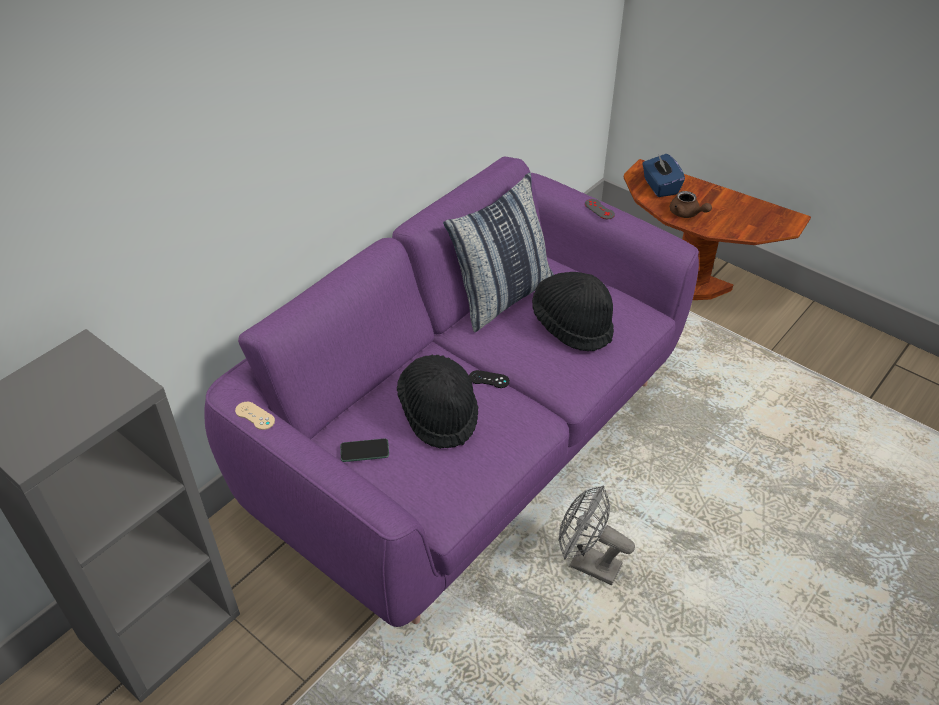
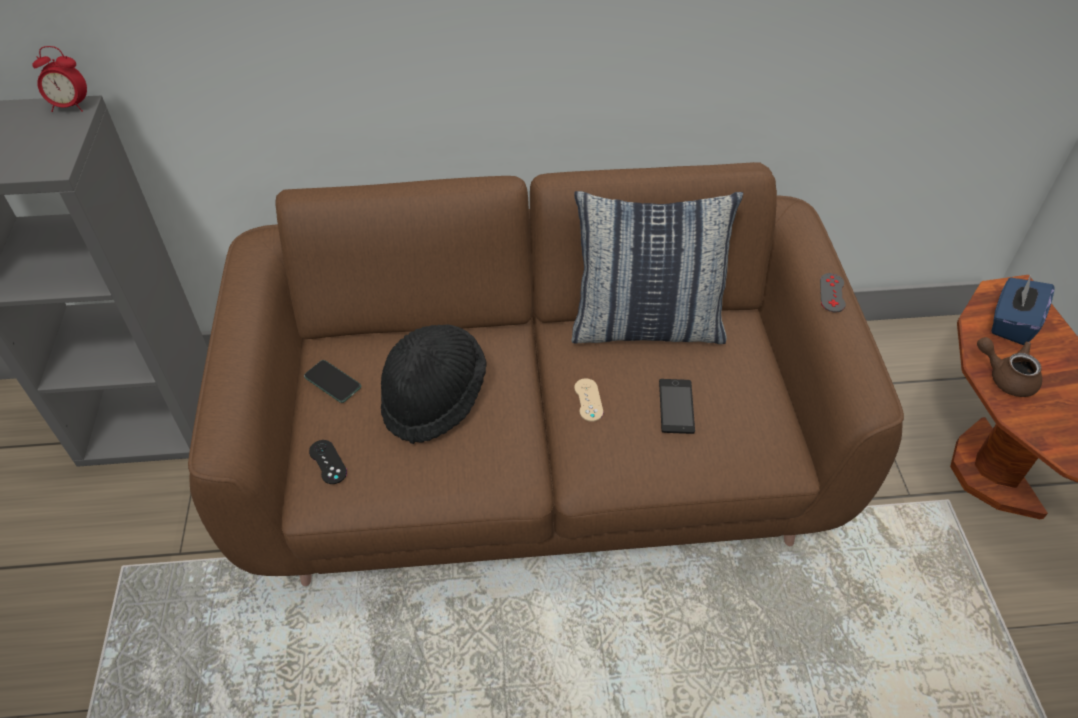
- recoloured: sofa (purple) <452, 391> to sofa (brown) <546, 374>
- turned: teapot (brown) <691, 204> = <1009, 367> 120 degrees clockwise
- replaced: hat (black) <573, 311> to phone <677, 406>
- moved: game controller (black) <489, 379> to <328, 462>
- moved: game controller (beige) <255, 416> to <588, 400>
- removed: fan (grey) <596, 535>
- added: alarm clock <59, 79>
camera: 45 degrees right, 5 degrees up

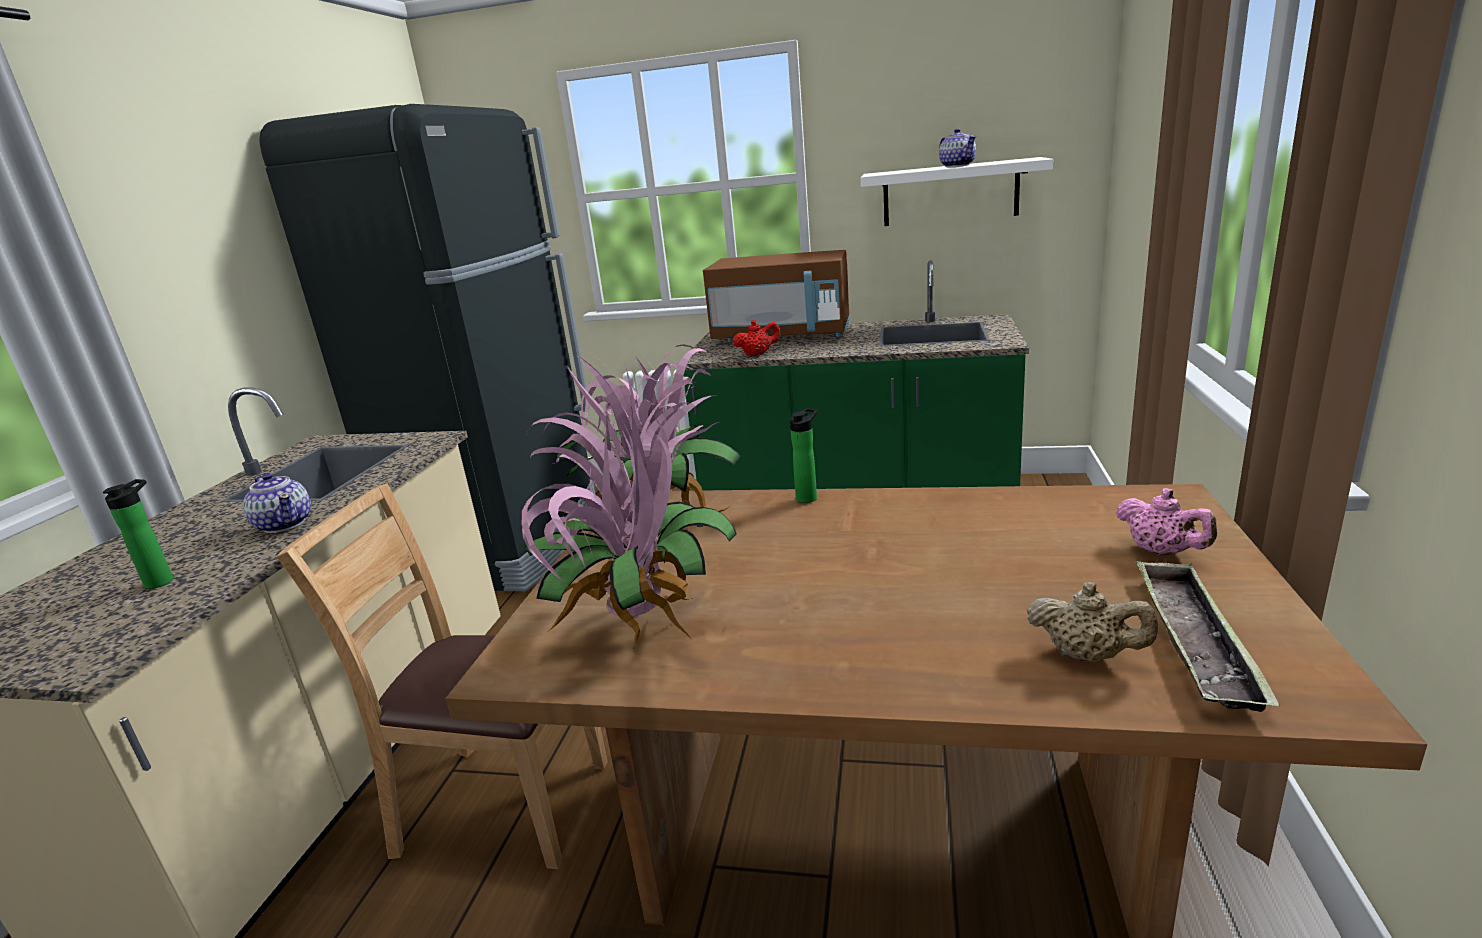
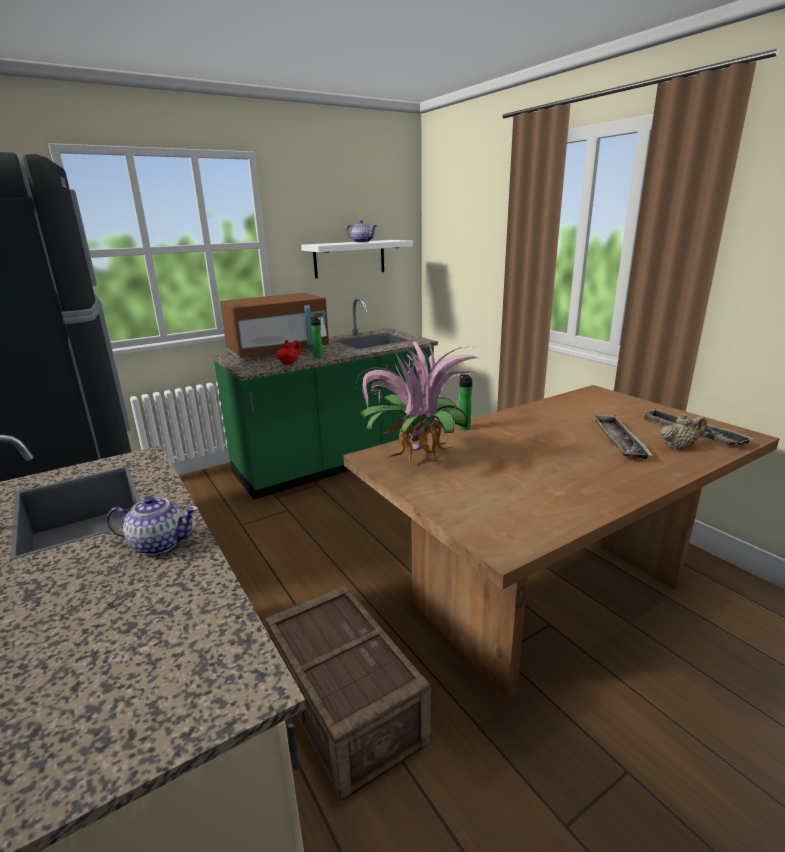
- removed: potted plant <629, 520>
- moved: bottle <138, 534> to <316, 337>
- replaced: chair (brown) <442, 676> to crate <348, 693>
- removed: teapot (pink) <1166, 521>
- added: tray <623, 437>
camera: 45 degrees left, 0 degrees up

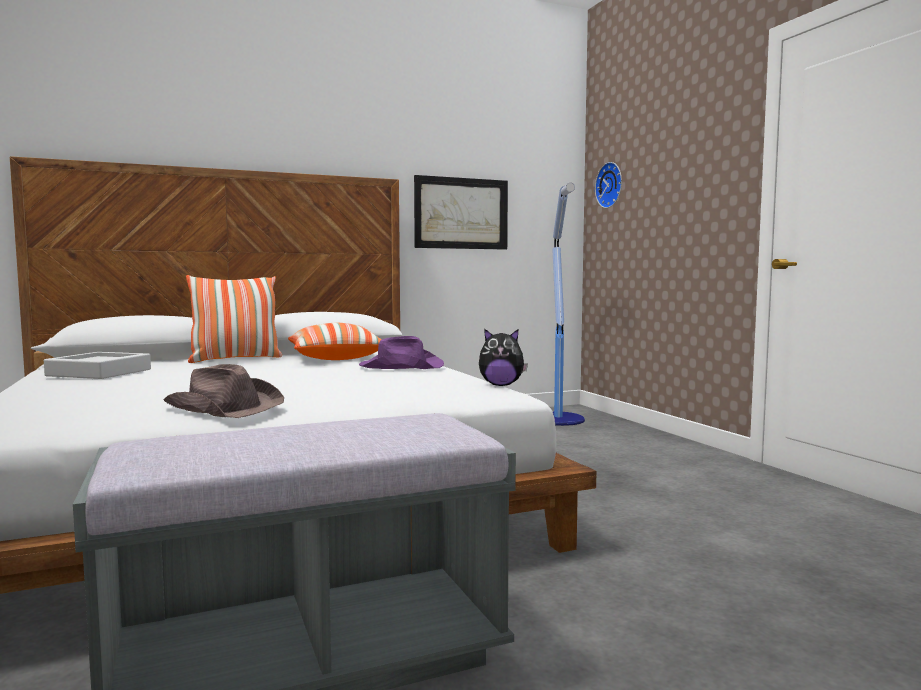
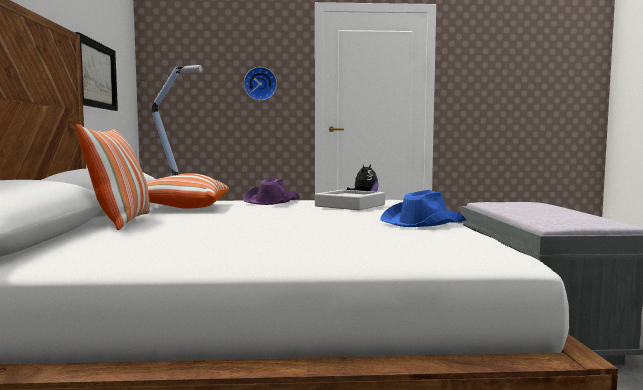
- moved: wall clock <608, 185> to <260, 84>
- moved: tray (grey) <97, 365> to <350, 200>
- recoloured: hat (brown) <224, 391> to hat (blue) <423, 208>
camera: 70 degrees left, 0 degrees up

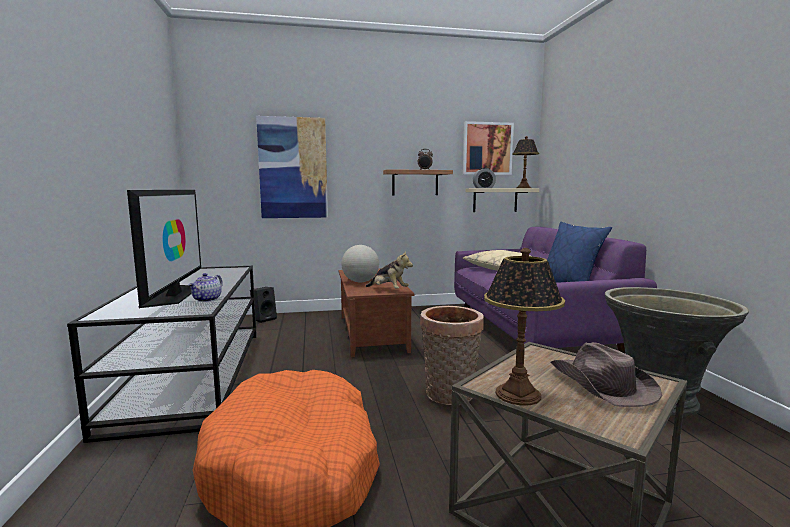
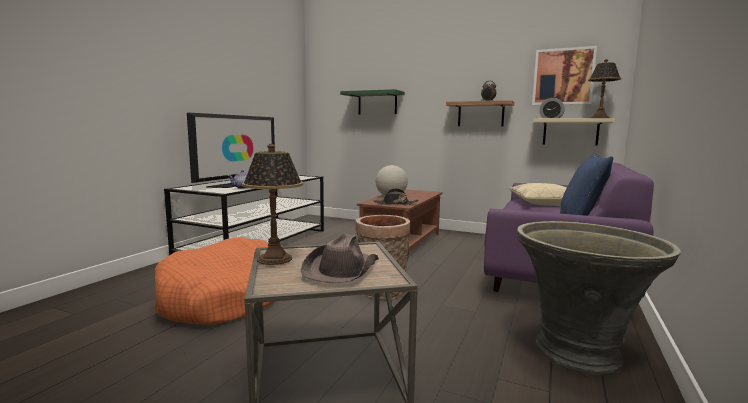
- replaced: picture <292, 167> to shelf (green) <372, 101>
- replaced: plush toy <389, 269> to hat (black) <396, 196>
- removed: speaker (black) <263, 305>
camera: 35 degrees right, 0 degrees up

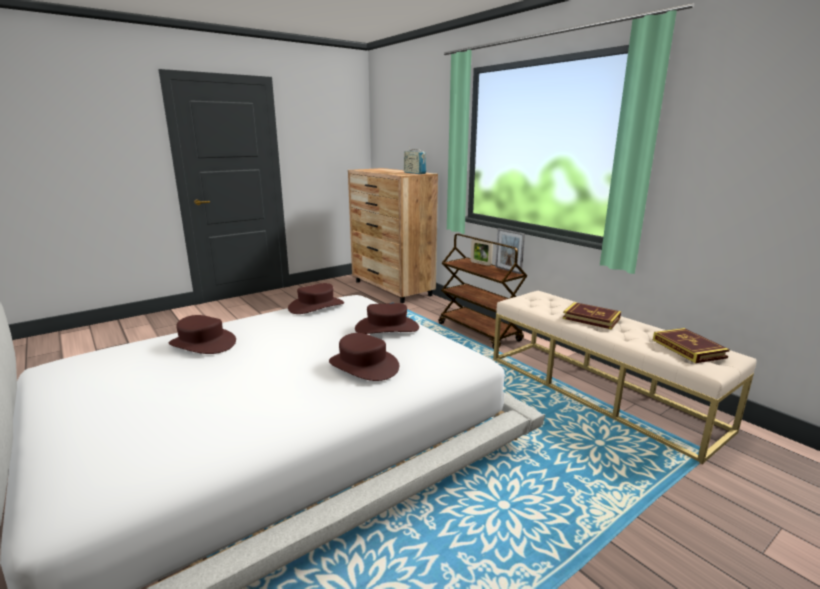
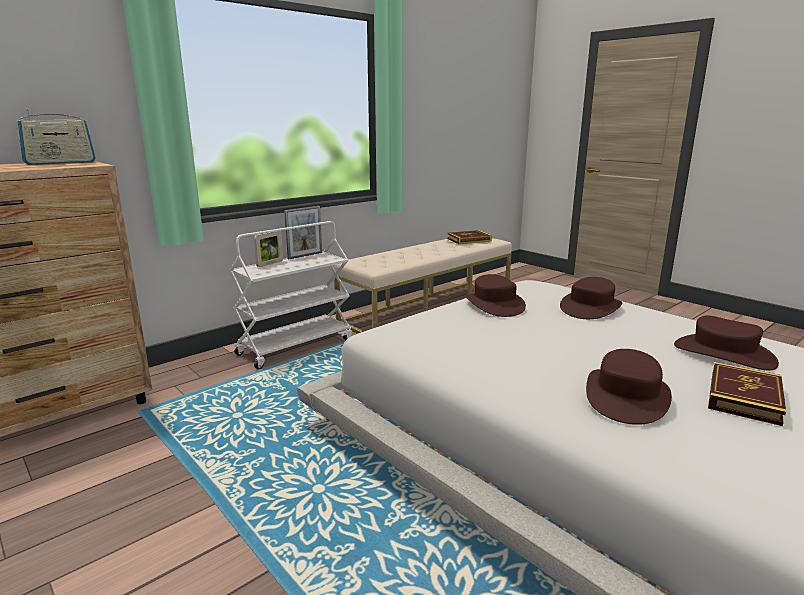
- recoloured: cart (brown) <483, 291> to cart (white) <290, 295>
- moved: hat (brown) <316, 298> to <726, 342>
- moved: book <592, 315> to <747, 394>
camera: 95 degrees left, 0 degrees up

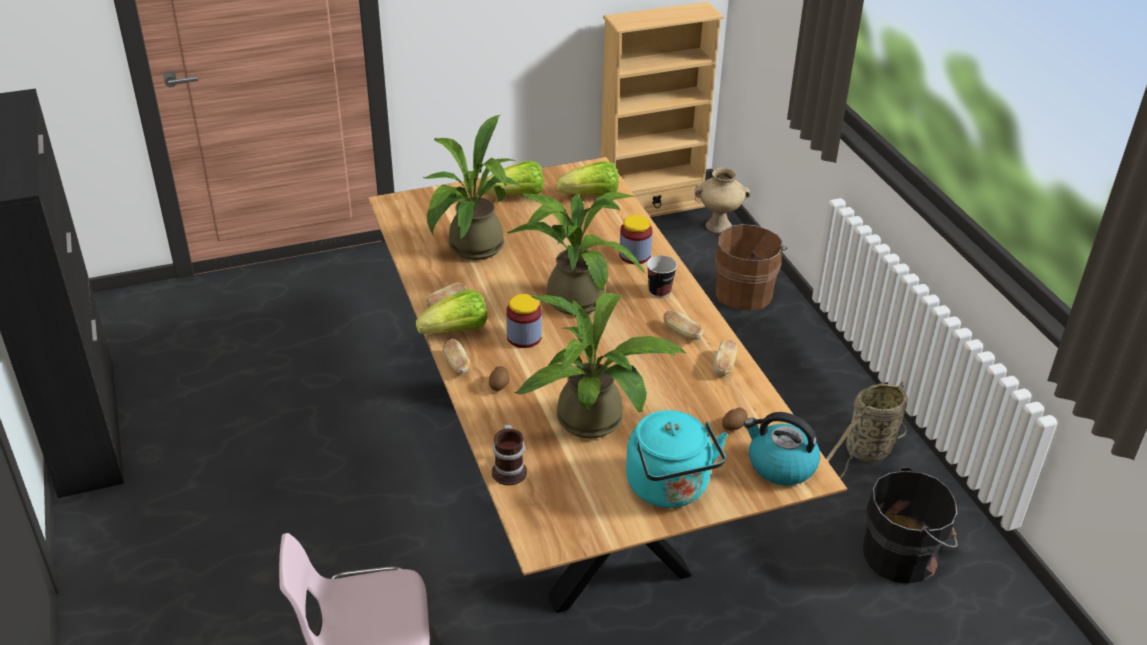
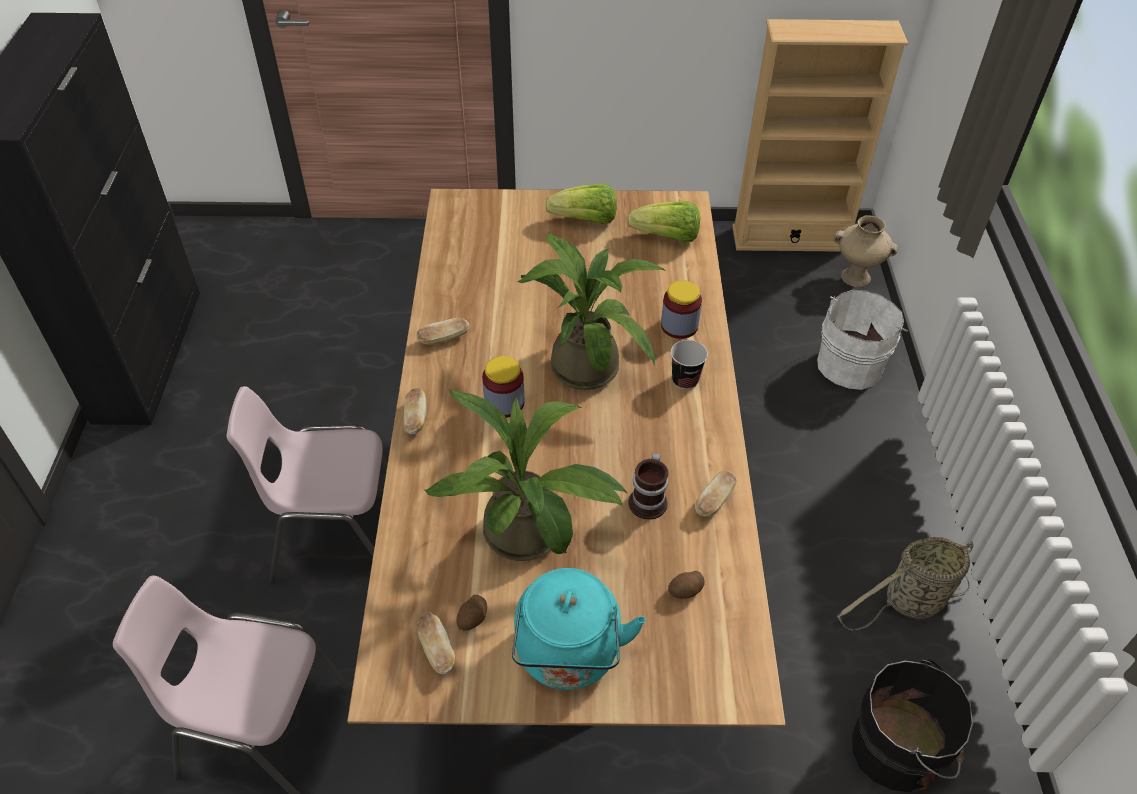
- removed: potted plant <471, 187>
- recoloured: bucket (brown) <751, 267> to bucket (white) <862, 340>
- removed: lettuce <451, 312>
- moved: bread <683, 325> to <436, 643>
- moved: potato <499, 378> to <471, 613>
- removed: kettle <782, 449>
- moved: mug <509, 455> to <648, 486>
- added: chair (pink) <307, 485>
camera: 20 degrees right, 10 degrees up

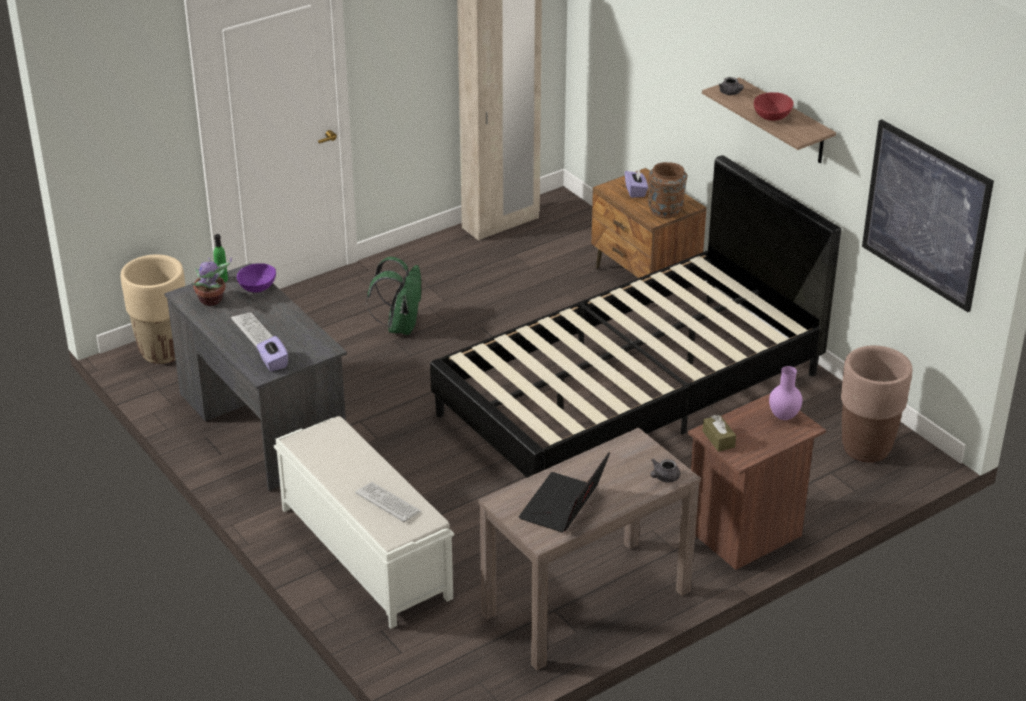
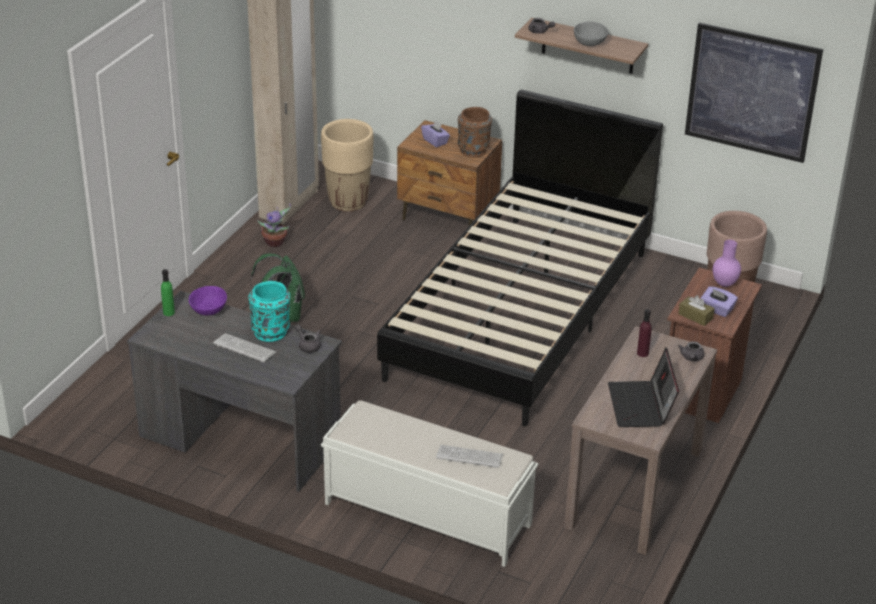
- recoloured: bowl (red) <774, 106> to bowl (grey) <591, 33>
- moved: planter (beige) <153, 309> to <347, 165>
- moved: potted plant <211, 281> to <274, 225>
- moved: tissue box (purple) <272, 354> to <719, 301>
- added: vase (turquoise) <269, 311>
- added: bottle (purple) <644, 333>
- added: teapot (grey) <308, 338>
camera: 30 degrees left, 0 degrees up

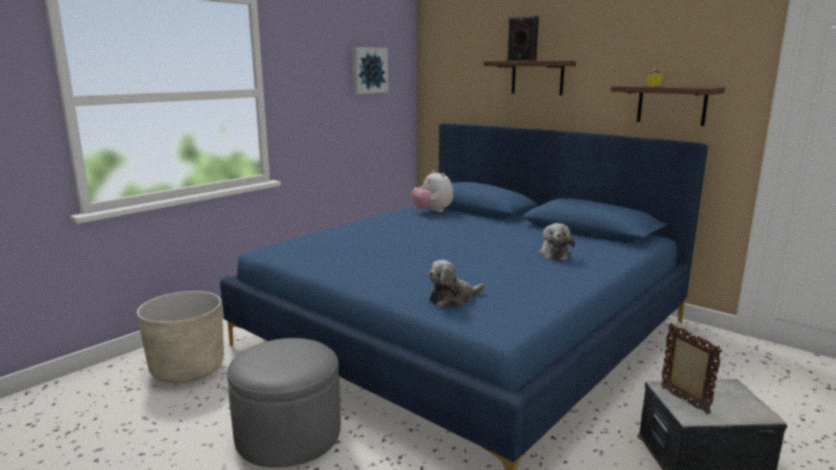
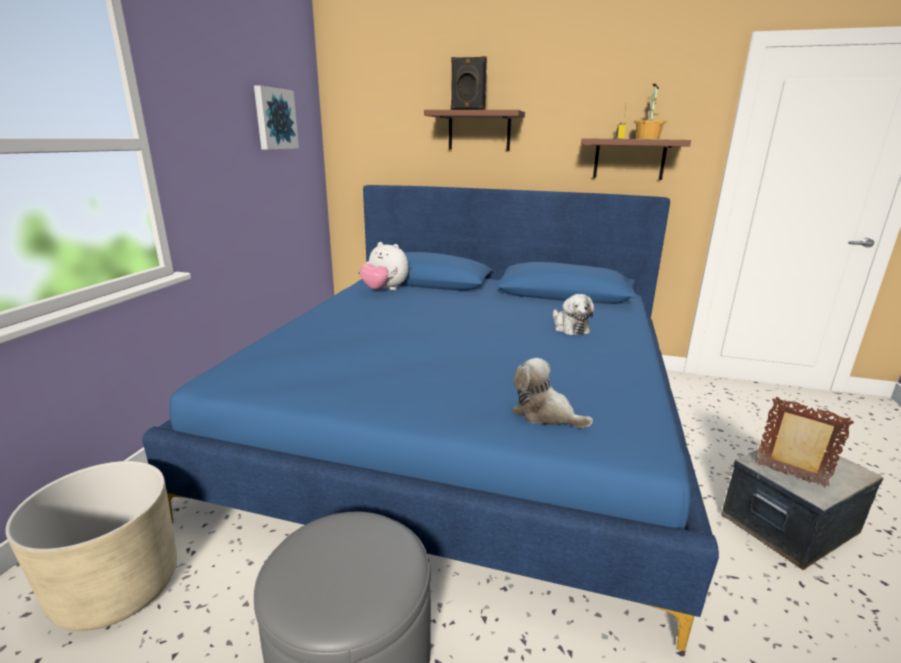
- turned: plush toy <456, 284> = <552, 393> 90 degrees clockwise
- added: potted plant <650, 111>
camera: 25 degrees left, 5 degrees up

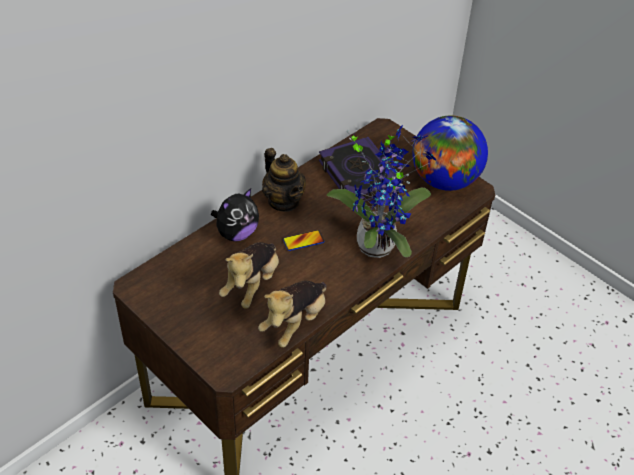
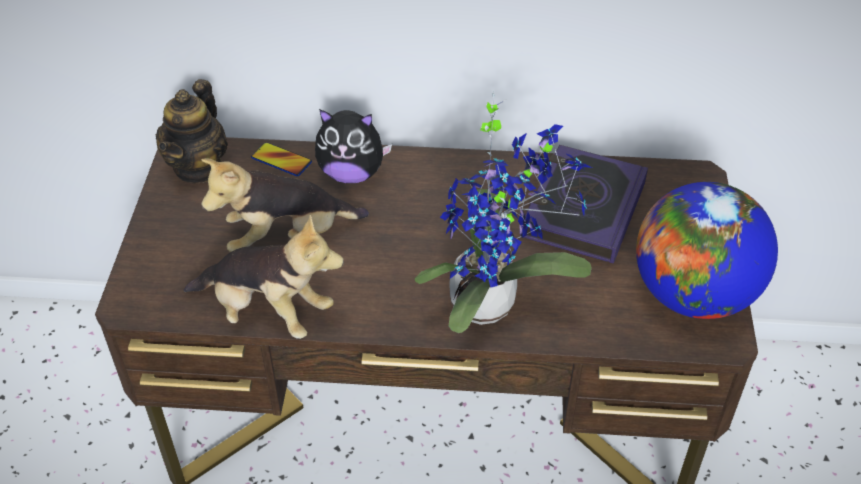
- moved: teapot <284, 180> to <192, 131>
- moved: phone <303, 240> to <281, 159>
- turned: plush toy <292, 314> = <263, 276> 150 degrees counterclockwise
camera: 50 degrees right, 0 degrees up

